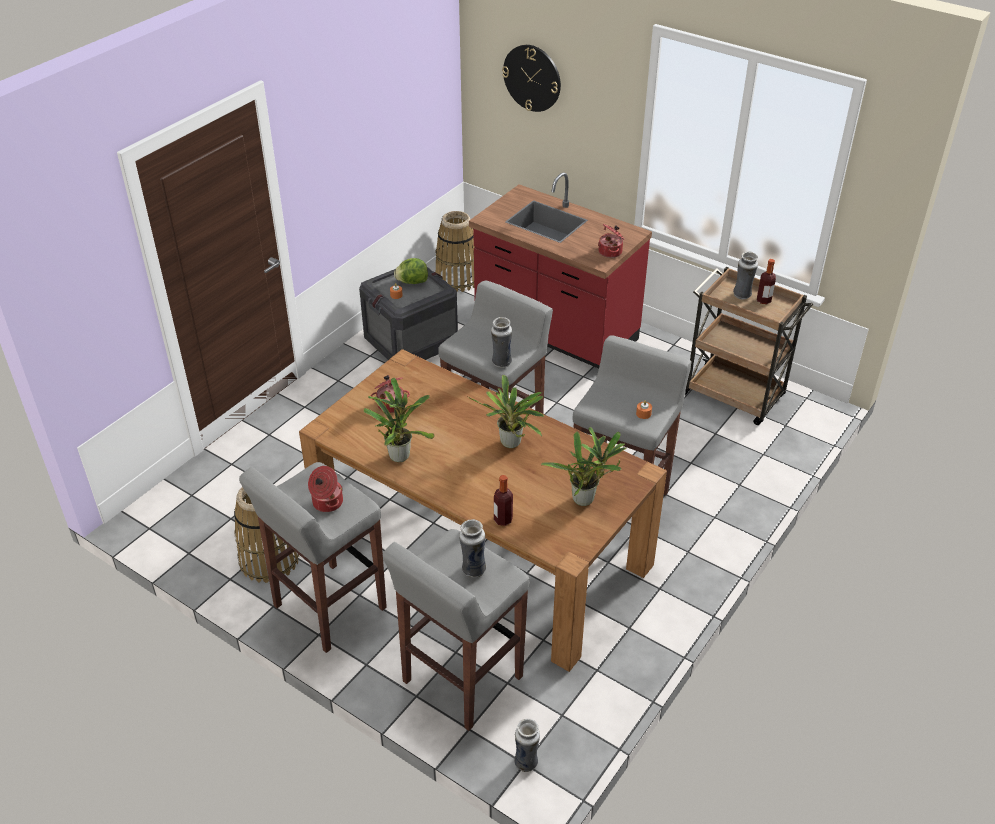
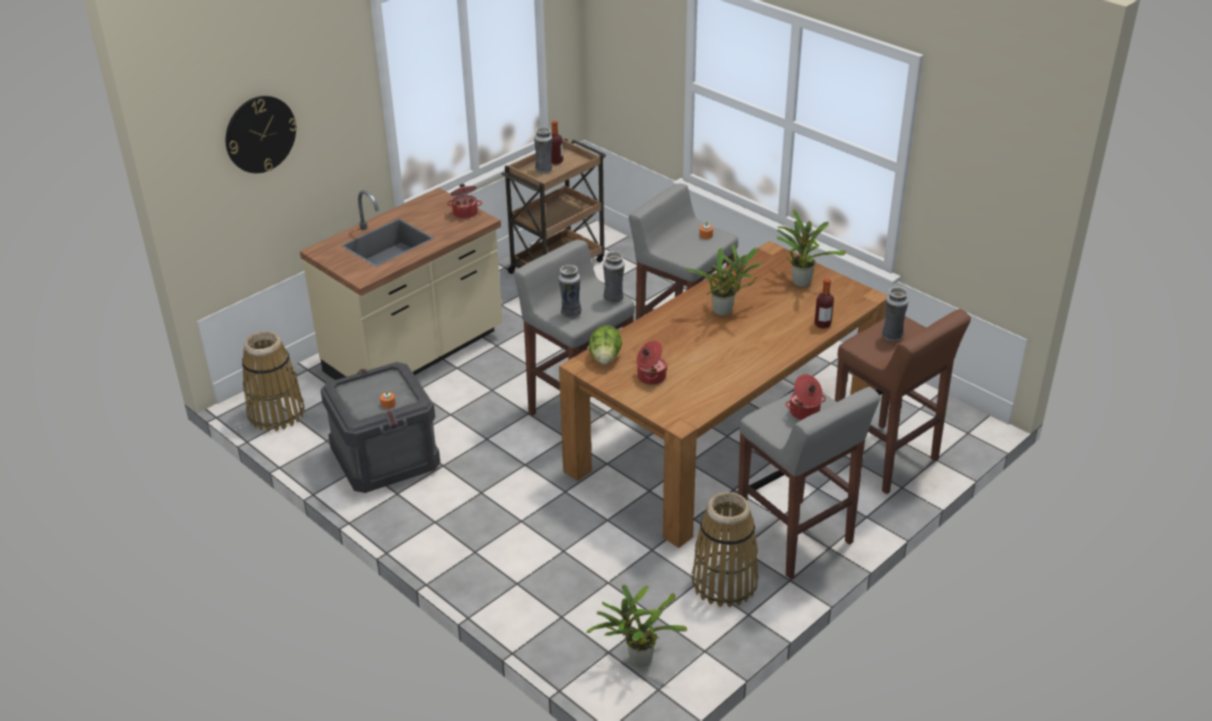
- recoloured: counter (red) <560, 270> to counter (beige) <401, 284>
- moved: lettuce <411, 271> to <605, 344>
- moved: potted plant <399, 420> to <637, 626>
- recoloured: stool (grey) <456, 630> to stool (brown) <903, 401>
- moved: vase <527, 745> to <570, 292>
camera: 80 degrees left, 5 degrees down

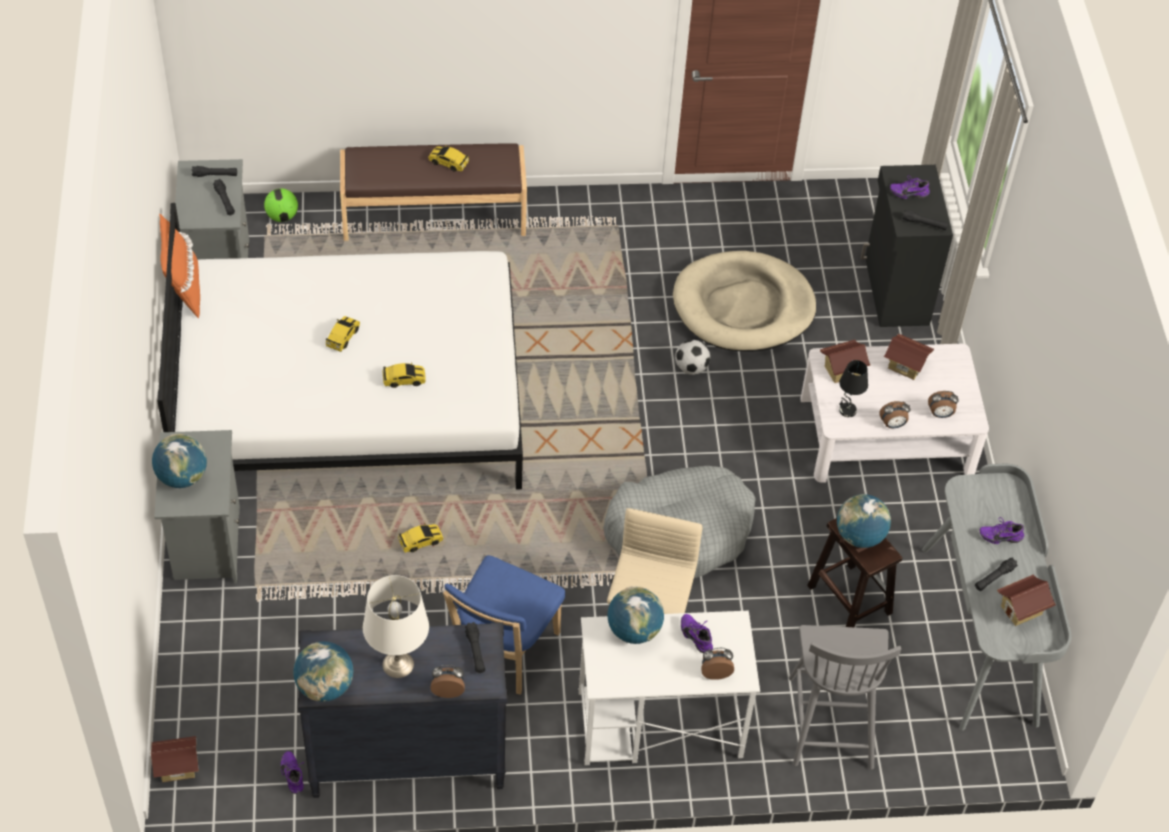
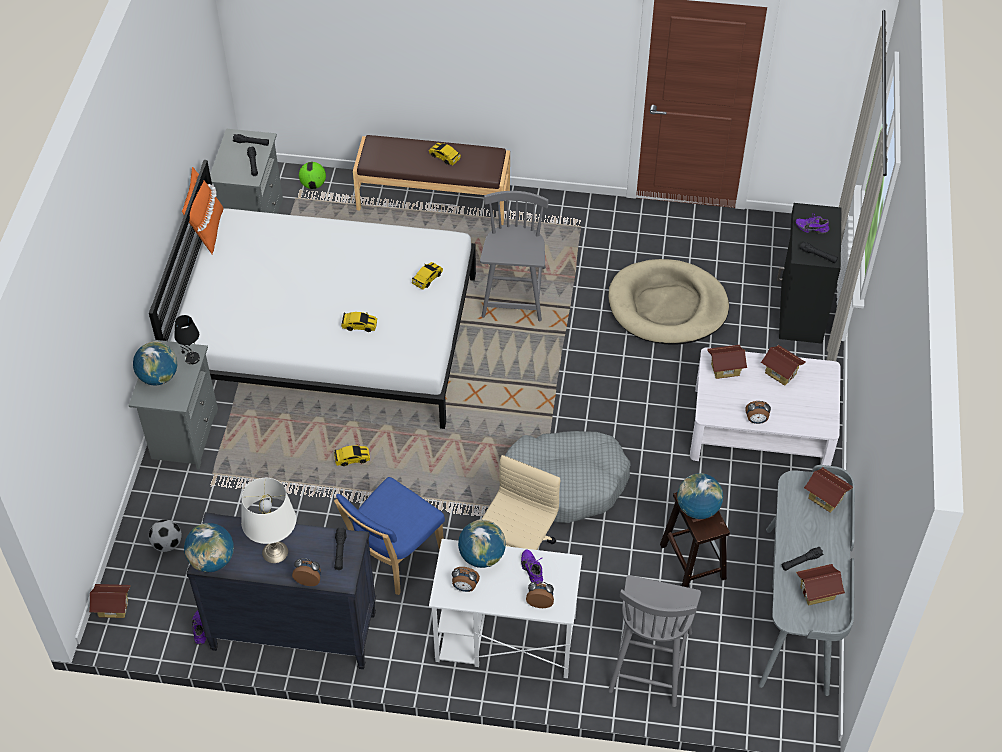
- moved: toy car <342, 334> to <427, 276>
- moved: football <692, 357> to <165, 536>
- moved: table lamp (black) <853, 388> to <187, 340>
- moved: alarm clock <943, 404> to <466, 579>
- removed: shoe (purple) <1002, 530>
- added: chair (grey) <514, 256>
- added: toy house <828, 490>
camera: 15 degrees right, 0 degrees up

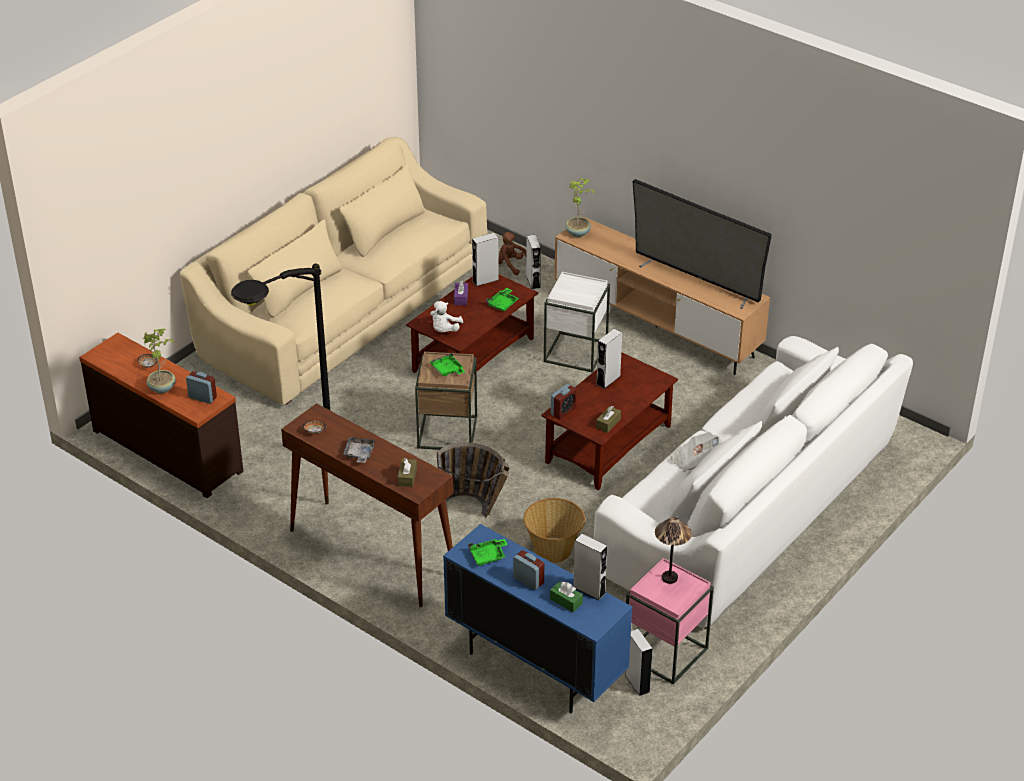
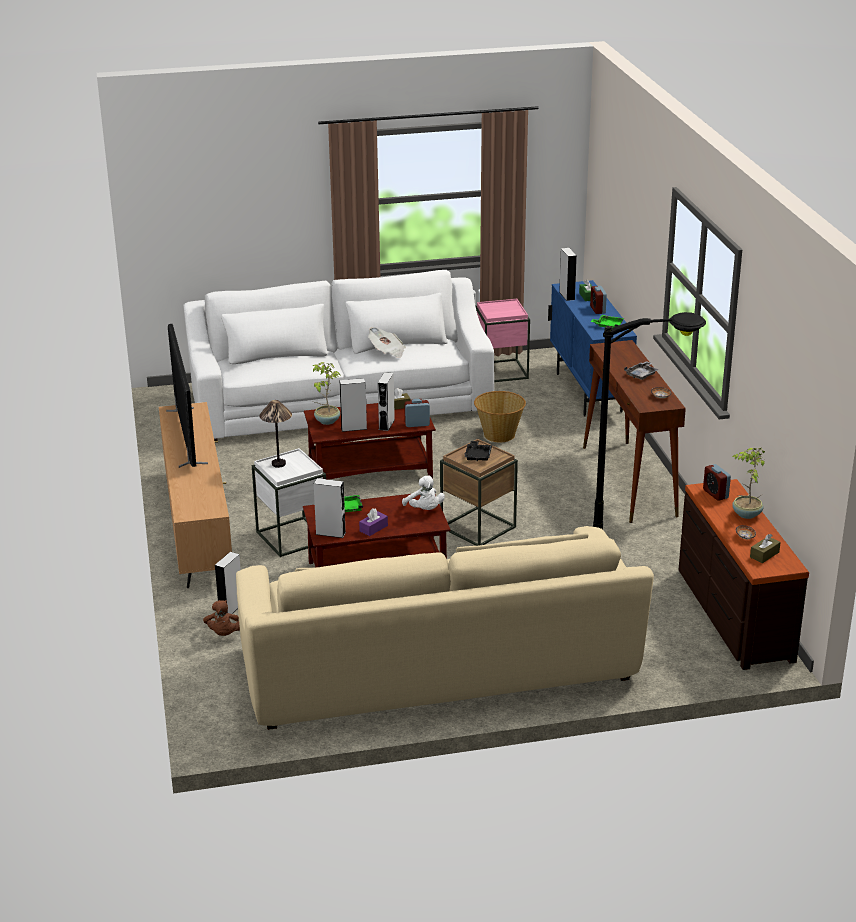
- moved: potted plant <580, 207> to <326, 393>
- turned: plush toy (white) <446, 316> = <423, 492> 90 degrees clockwise
- recoloured: tray (green) <447, 364> to tray (black) <478, 451>
- removed: basket <473, 480>
- moved: tissue box (brown) <407, 472> to <765, 548>
- moved: table lamp <673, 550> to <275, 434>
- moved: speaker (grey) <639, 662> to <386, 401>
camera: 140 degrees left, 10 degrees down

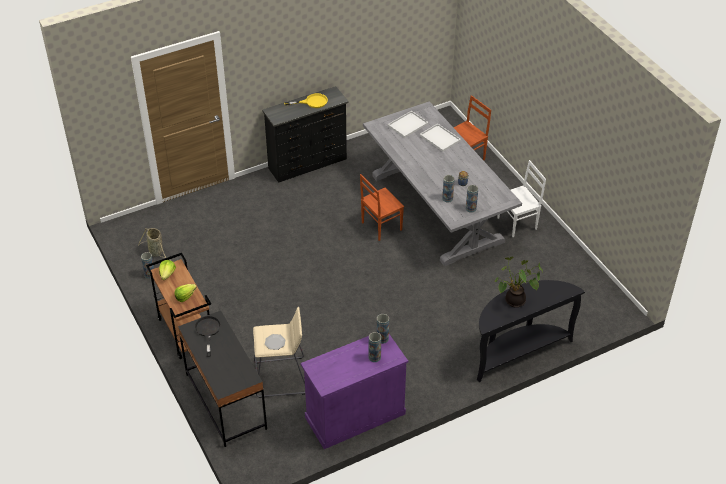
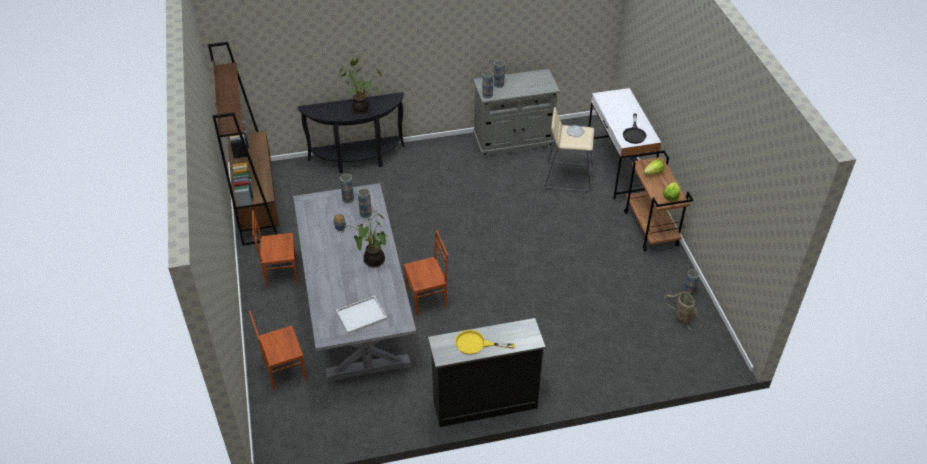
- removed: tray (white) <440, 138>
- recoloured: chair (white) <521, 198> to chair (brown) <275, 249>
- recoloured: desk (black) <222, 378> to desk (white) <624, 144>
- recoloured: cabinet (purple) <354, 391> to cabinet (grey) <516, 113>
- added: bookcase (brown) <243, 144>
- added: potted plant <365, 239>
camera: 165 degrees left, 0 degrees up

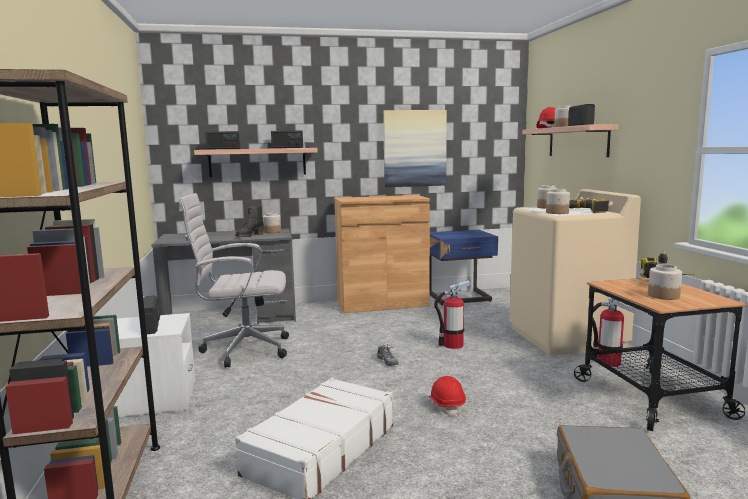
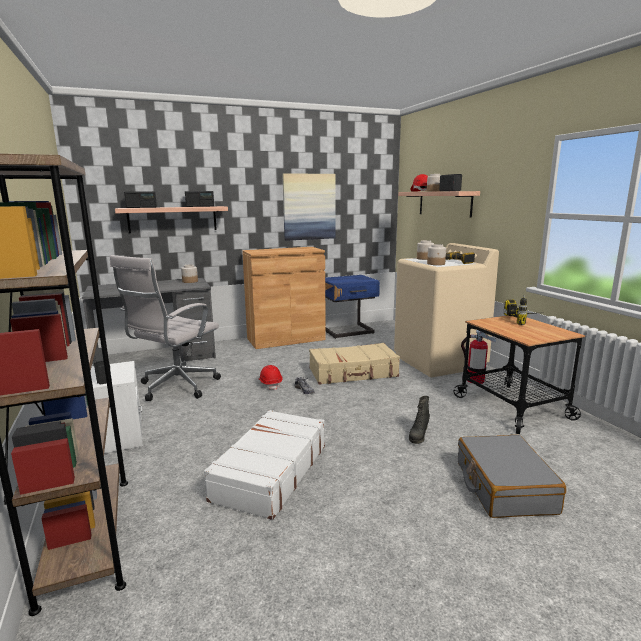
- turned: office chair (white) <234, 280> = <165, 328> 45 degrees counterclockwise
- moved: boot (black) <250, 221> to <419, 420>
- removed: jar <665, 282>
- replaced: fire extinguisher <453, 314> to suitcase (beige) <354, 364>
- moved: hard hat (red) <447, 396> to <270, 377>
camera: 10 degrees left, 5 degrees up

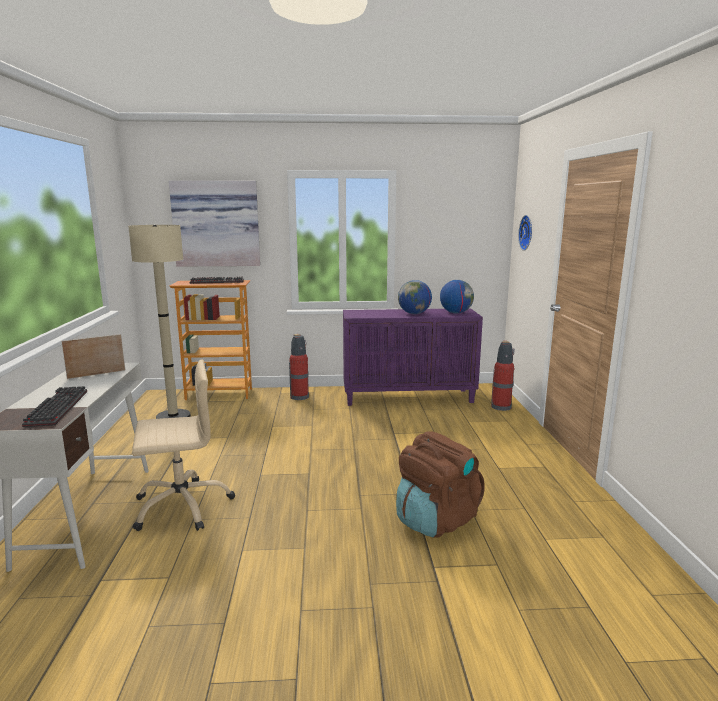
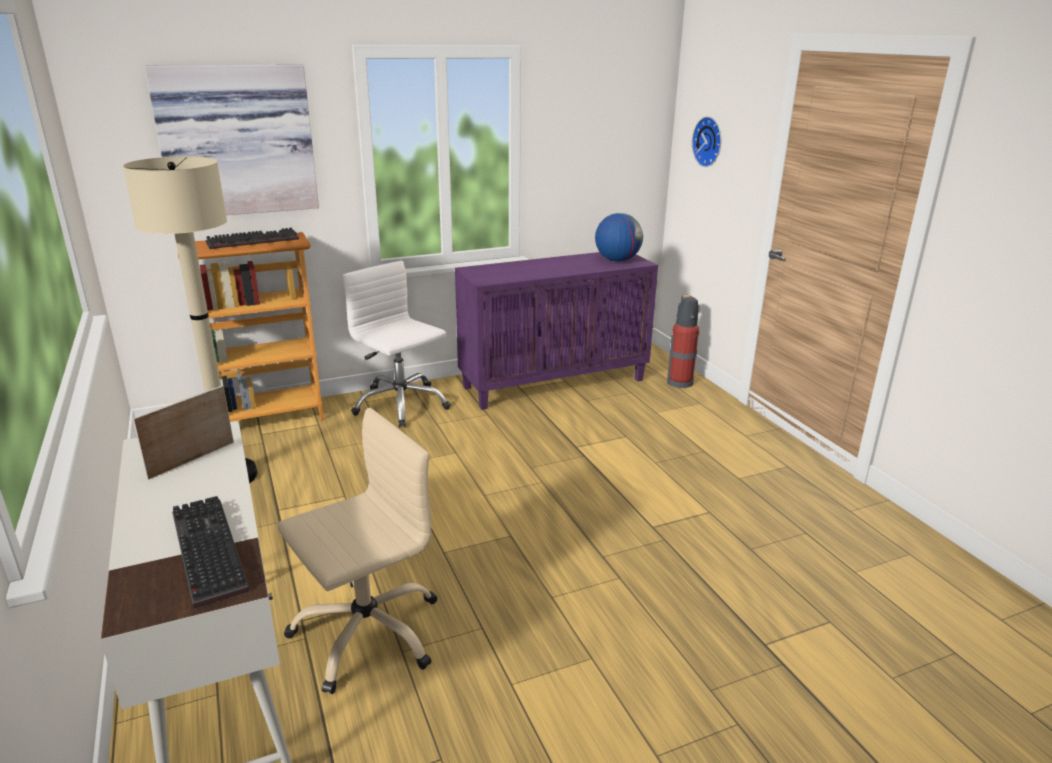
- removed: globe <415, 297>
- replaced: fire extinguisher <299, 367> to office chair (white) <397, 344>
- removed: backpack (brown) <440, 484>
camera: 20 degrees left, 10 degrees up

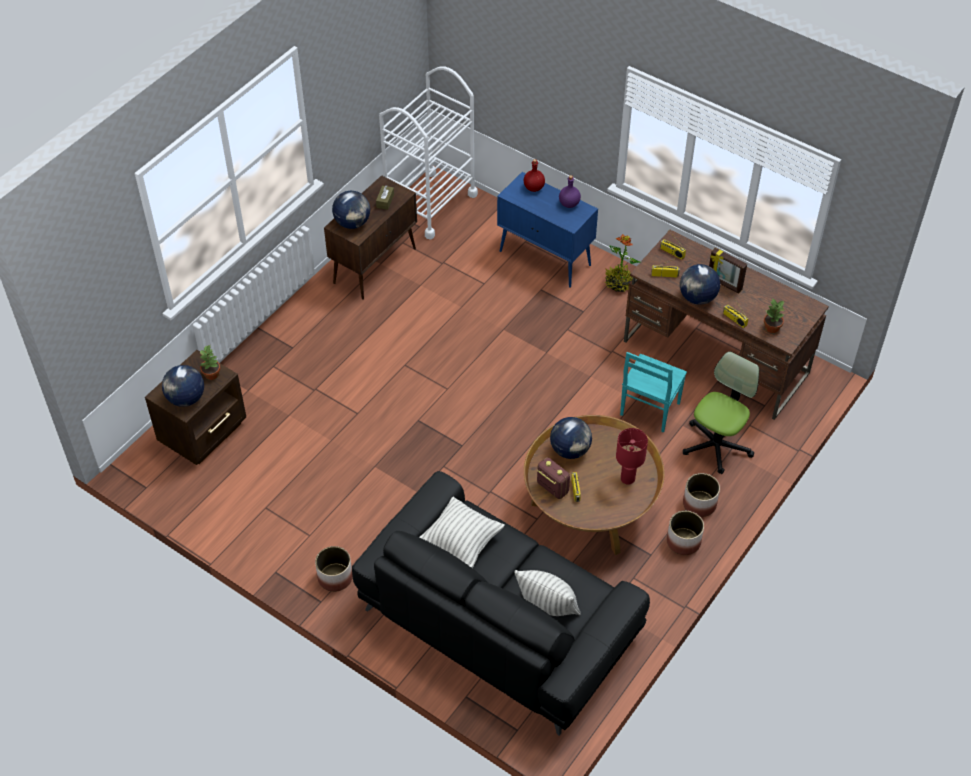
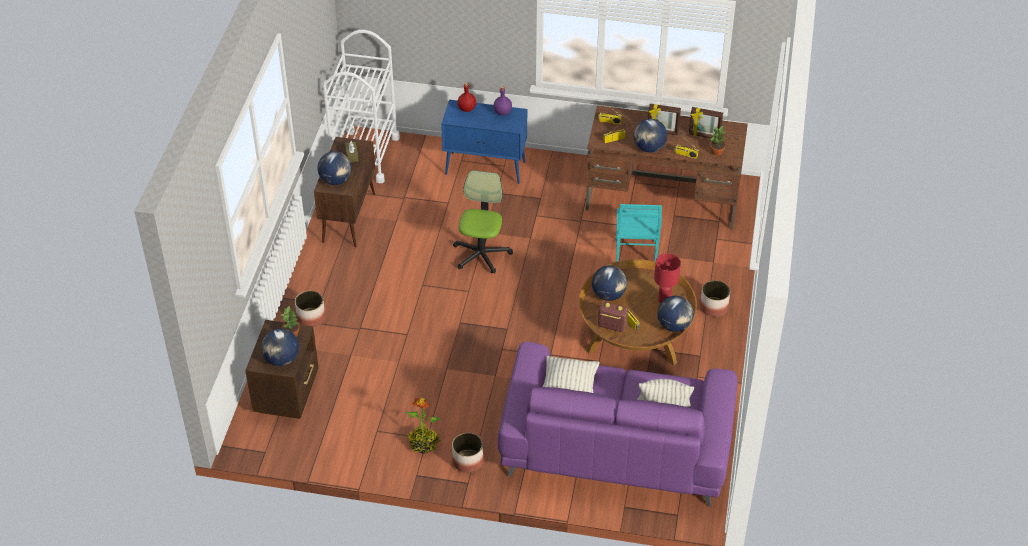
- moved: potted plant <622, 263> to <423, 426>
- moved: office chair <721, 412> to <483, 222>
- recoloured: sofa (black) <501, 603> to sofa (purple) <617, 424>
- moved: planter <685, 533> to <310, 309>
- added: picture frame <706, 122>
- added: globe <675, 314>
camera: 25 degrees left, 5 degrees down

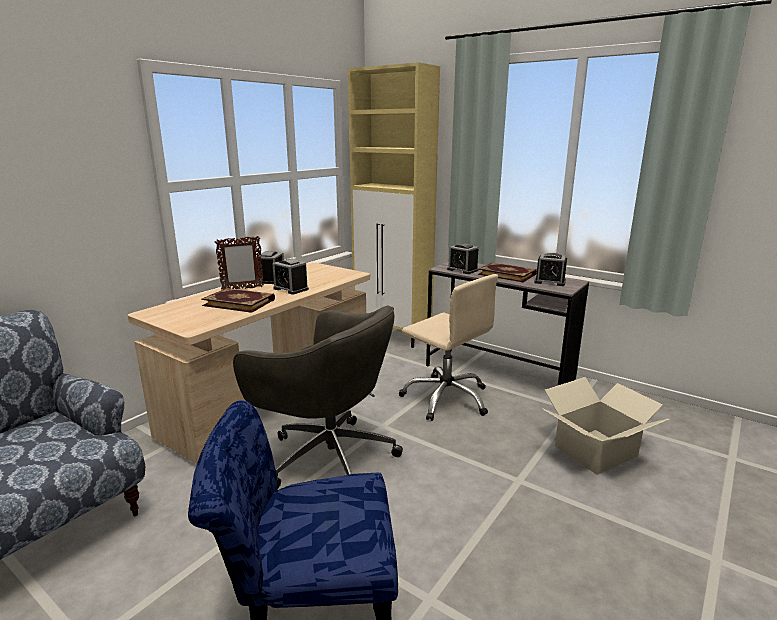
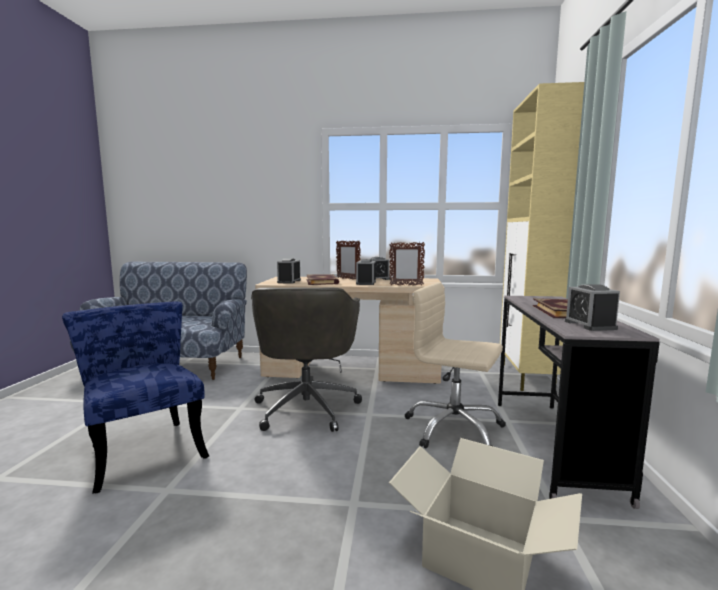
- moved: alarm clock <462, 258> to <289, 271>
- turned: office chair (beige) <448, 347> = <455, 365> 105 degrees clockwise
- added: picture frame <407, 263>
camera: 60 degrees right, 10 degrees down

